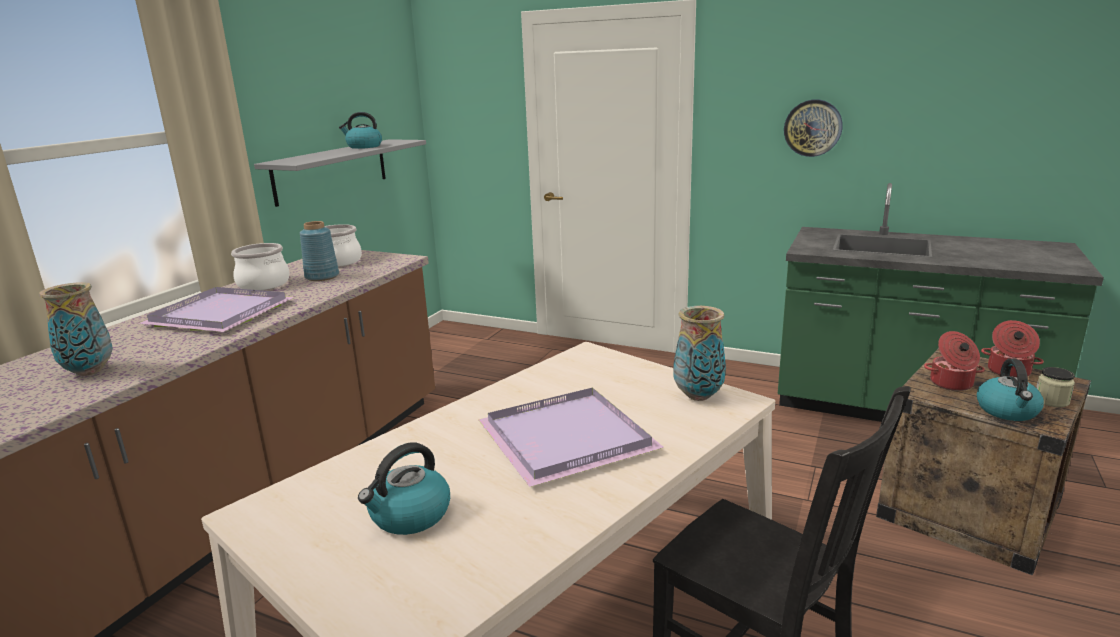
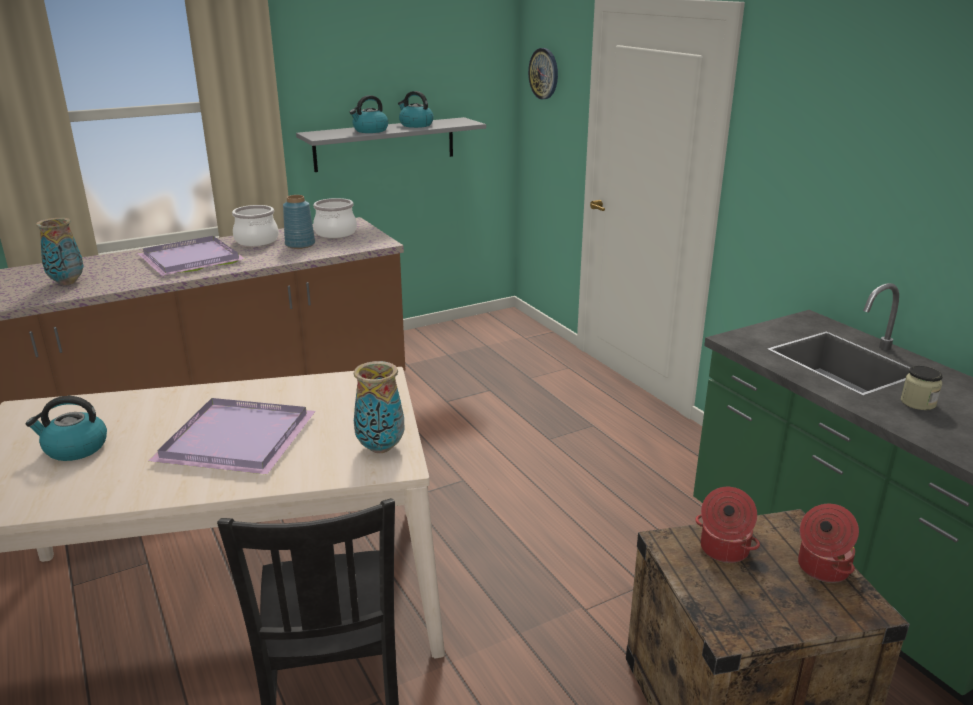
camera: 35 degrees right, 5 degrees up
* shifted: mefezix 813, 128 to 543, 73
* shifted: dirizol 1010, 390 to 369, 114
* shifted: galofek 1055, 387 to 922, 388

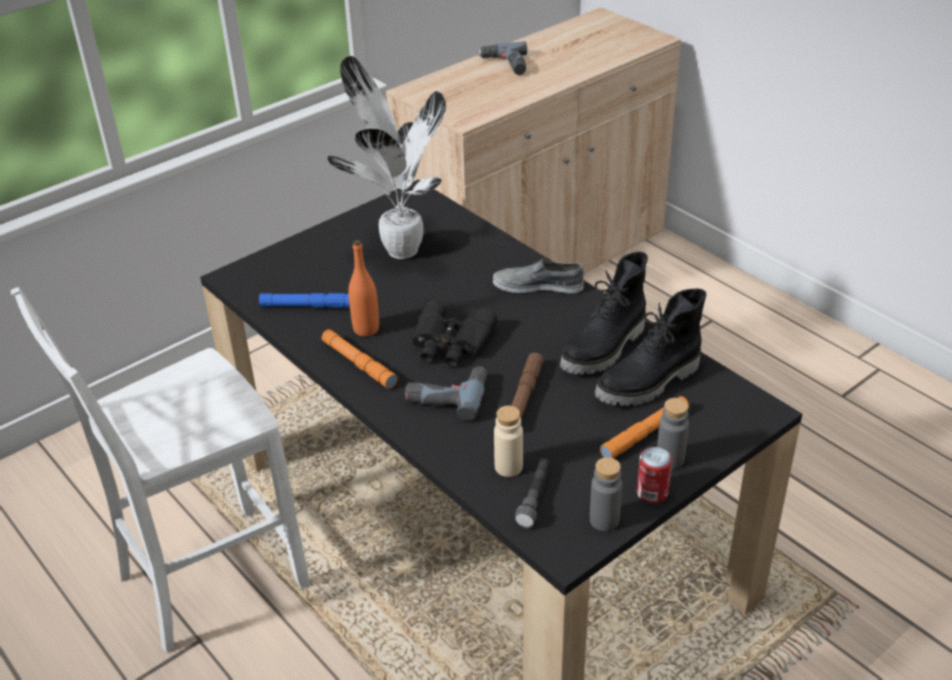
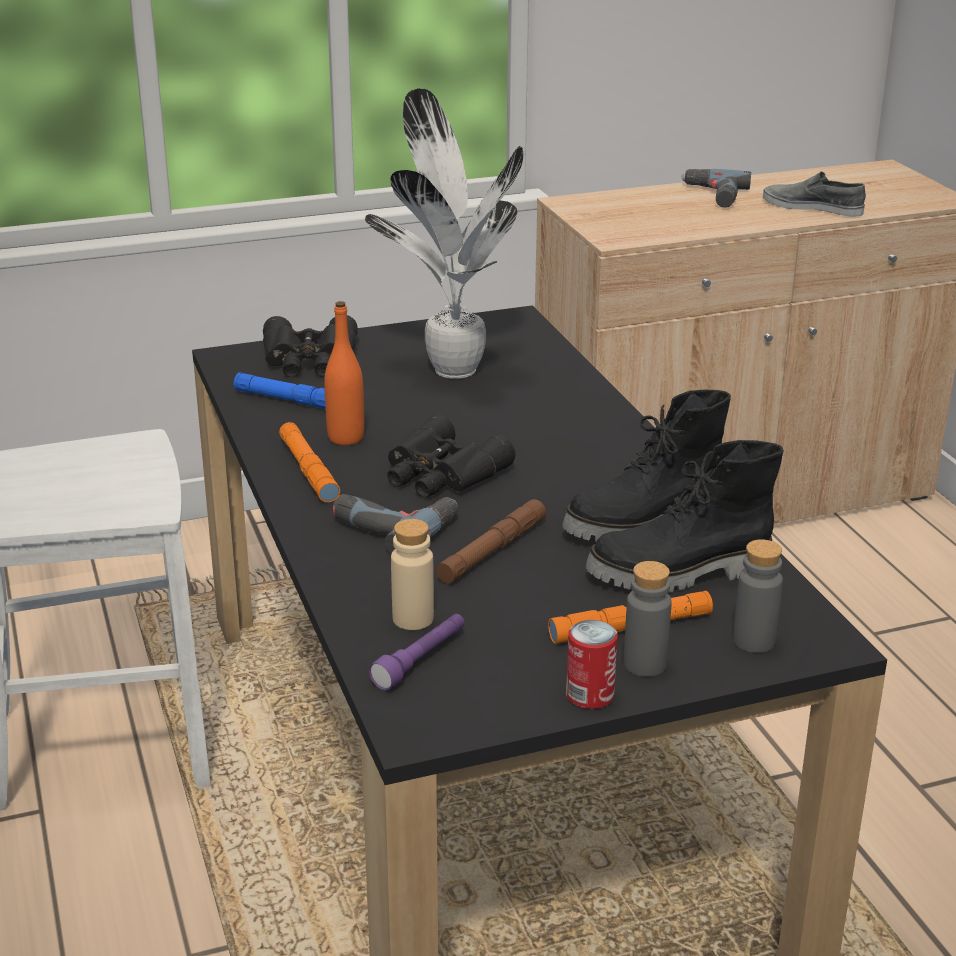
camera: 20 degrees right, 10 degrees down
* shifted: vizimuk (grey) 538, 275 to 814, 194
* shifted: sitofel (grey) 606, 494 to 758, 596
* repainted: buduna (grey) 531, 493 to buduna (purple) 417, 652
* new: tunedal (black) 310, 346

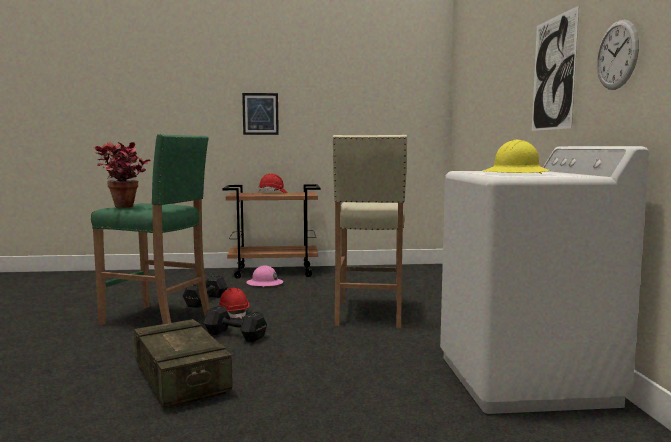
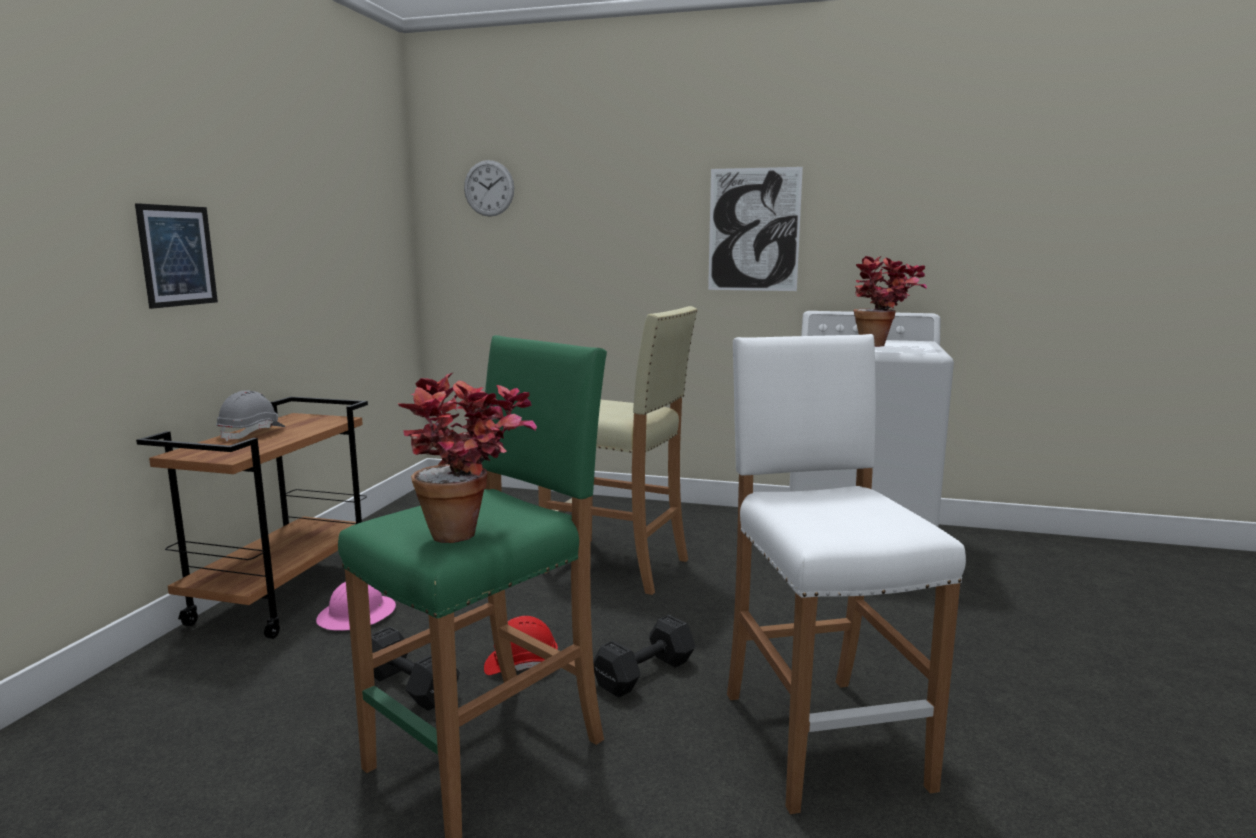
camera: 70 degrees left, 5 degrees up
* shifted: mefezix 618, 54 to 489, 188
* swapped: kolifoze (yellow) 516, 157 to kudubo 890, 301
* repainted: kolifoze (red) 273, 183 to kolifoze (grey) 250, 416
* swapped: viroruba 183, 363 to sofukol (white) 846, 574

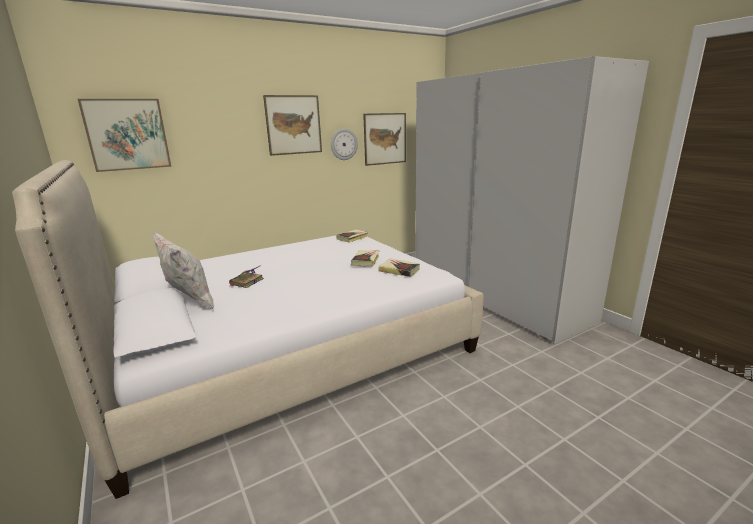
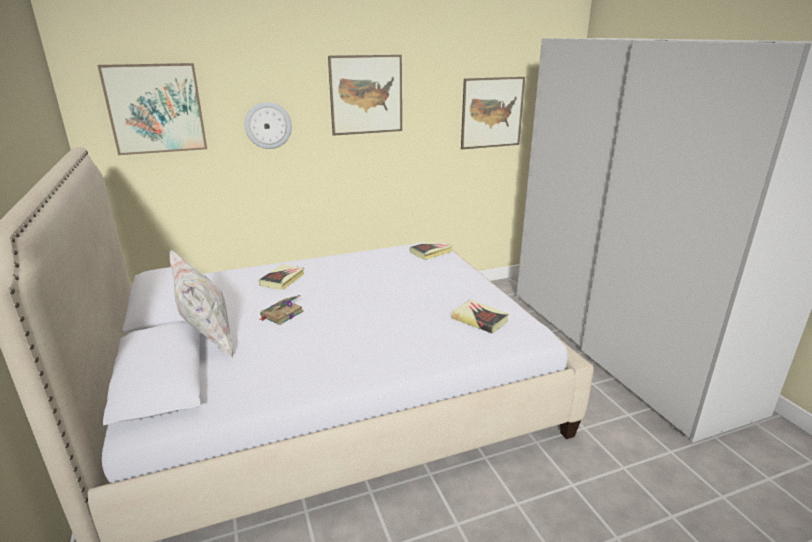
camera: 10 degrees right, 5 degrees up
* shifted: mefezix 344, 144 to 268, 125
* shifted: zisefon 365, 258 to 281, 277

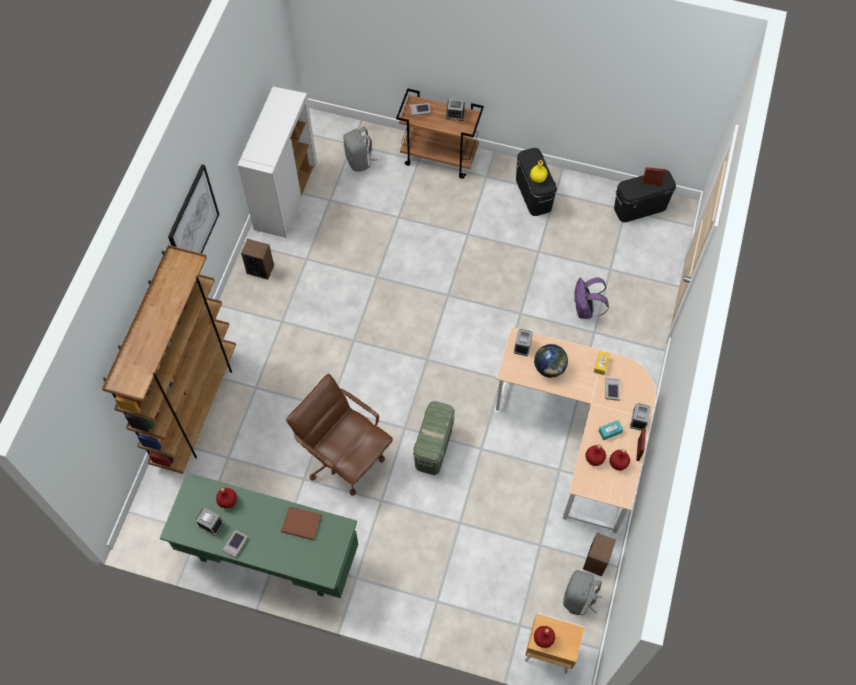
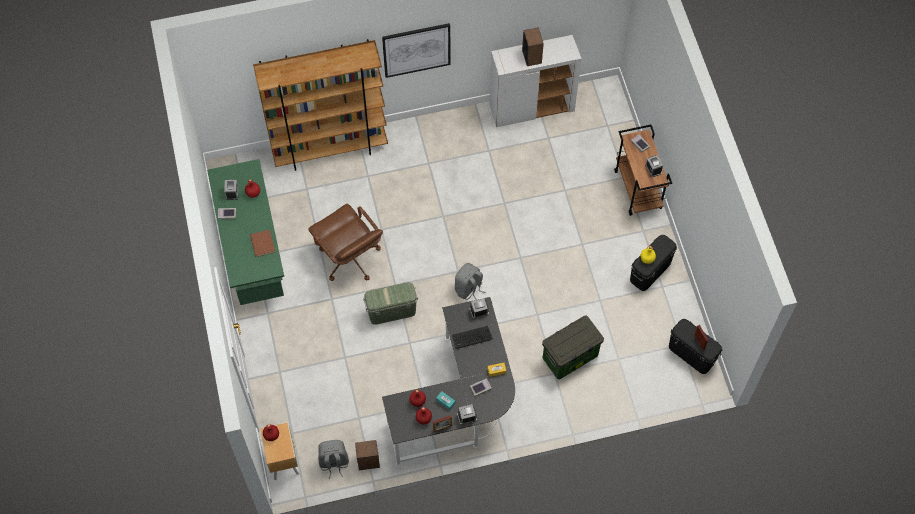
camera: 60 degrees right, 0 degrees up
* shifted: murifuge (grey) 360, 149 to 470, 281
* shifted: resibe 257, 259 to 533, 46
* swapped: murifuge (purple) 591, 298 to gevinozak 573, 347
* repainted: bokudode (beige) 575, 431 to bokudode (black) 448, 381
* swapped: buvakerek 551, 361 to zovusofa 472, 337
* rotated: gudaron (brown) 339, 435 = 345, 242 135 degrees clockwise

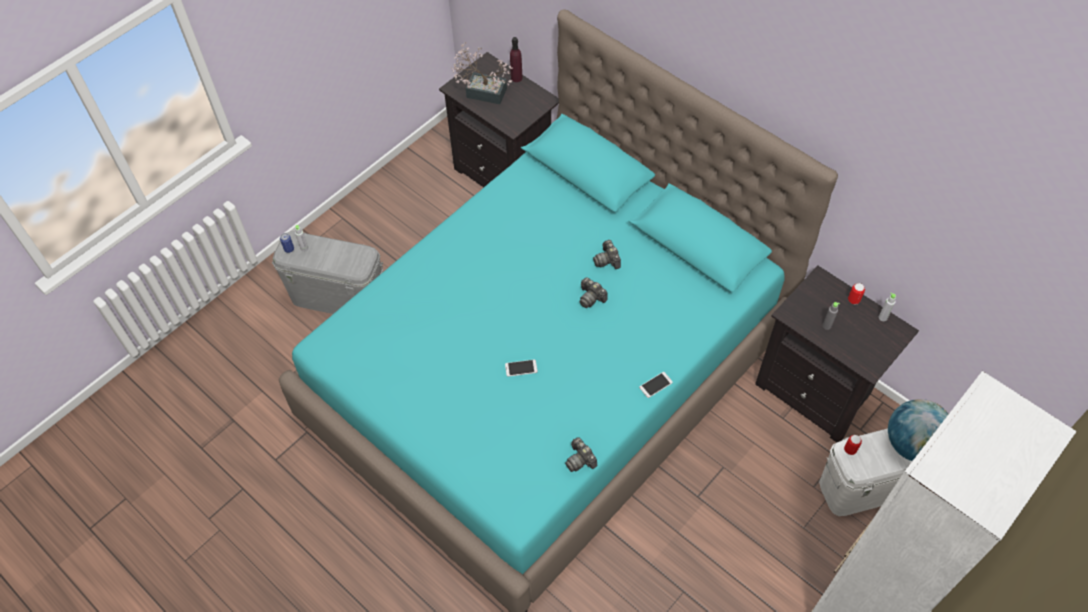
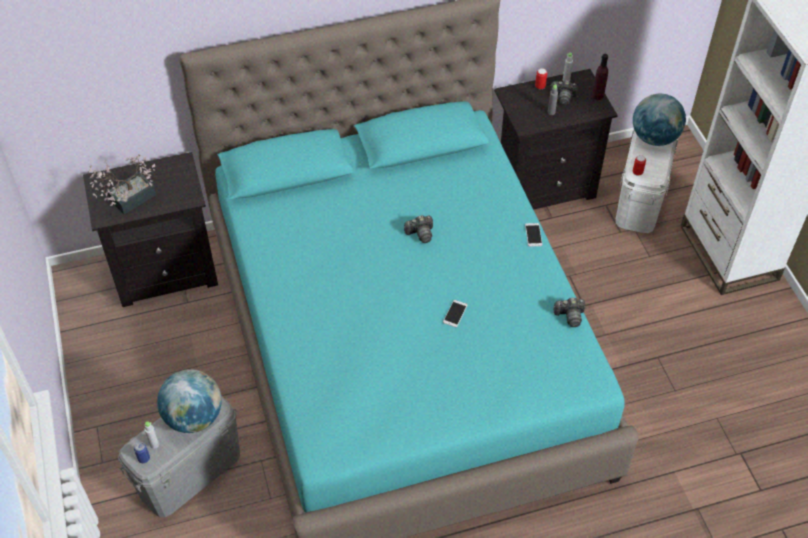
camera: 60 degrees left, 5 degrees down
* shifted: sitofel (purple) 516, 59 to 600, 77
* shifted: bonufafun 607, 254 to 563, 92
* new: buvakerek 189, 401

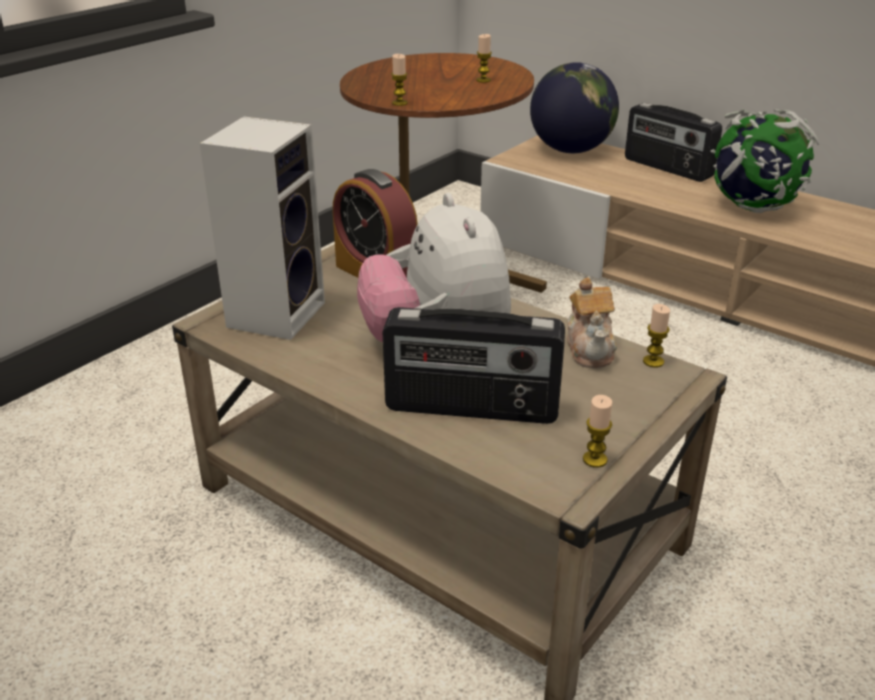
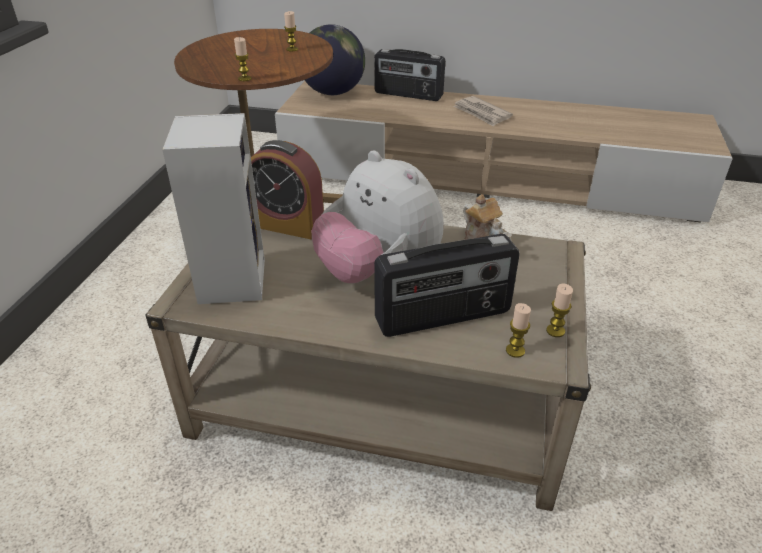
camera: 25 degrees left, 5 degrees up
* swapped: buvakerek 765, 161 to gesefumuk 483, 111
* shifted: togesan 656, 336 to 518, 330

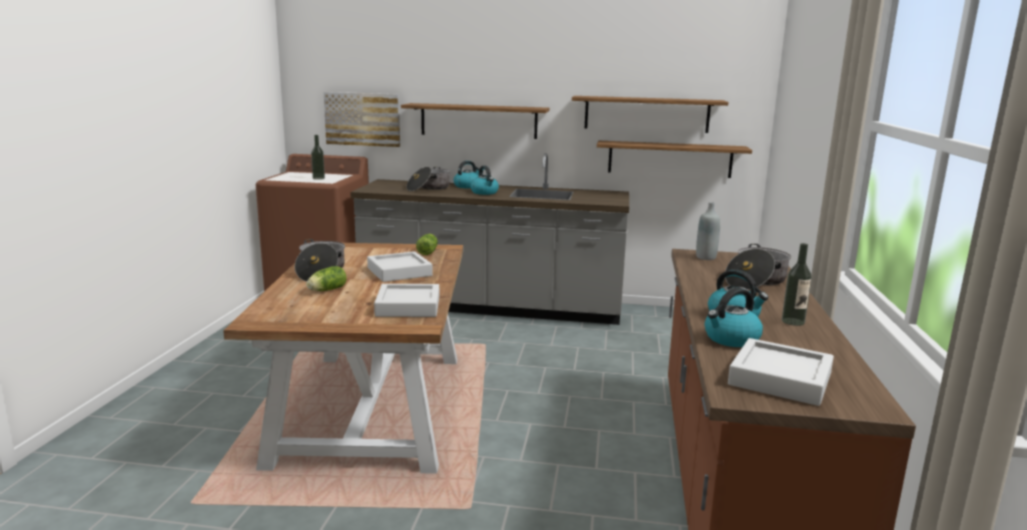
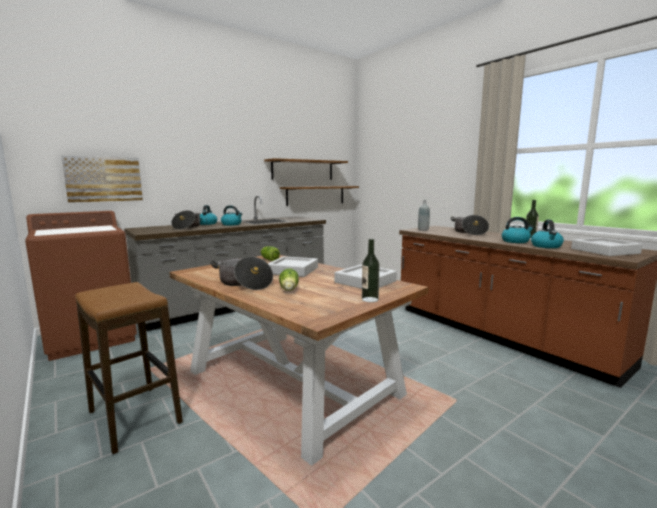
camera: 45 degrees left, 5 degrees down
* gone: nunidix 475, 121
* shifted: sitofel 318, 157 to 370, 270
* new: sofukol 129, 368

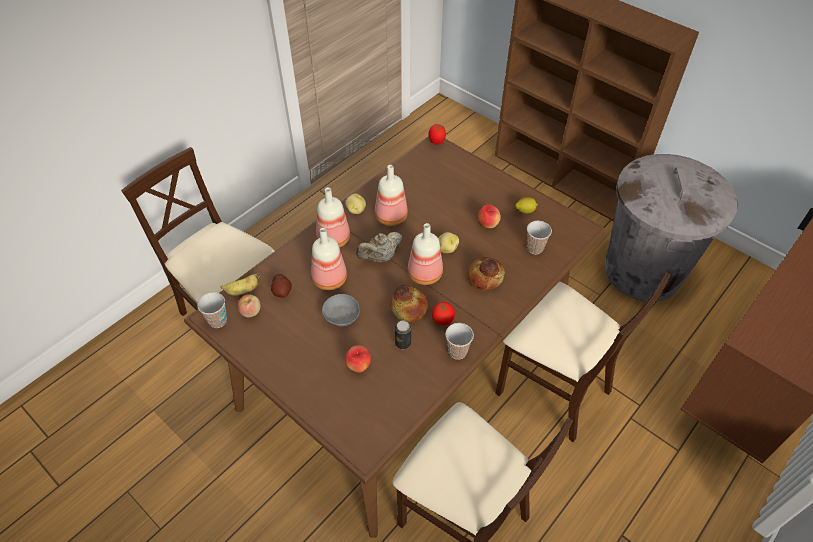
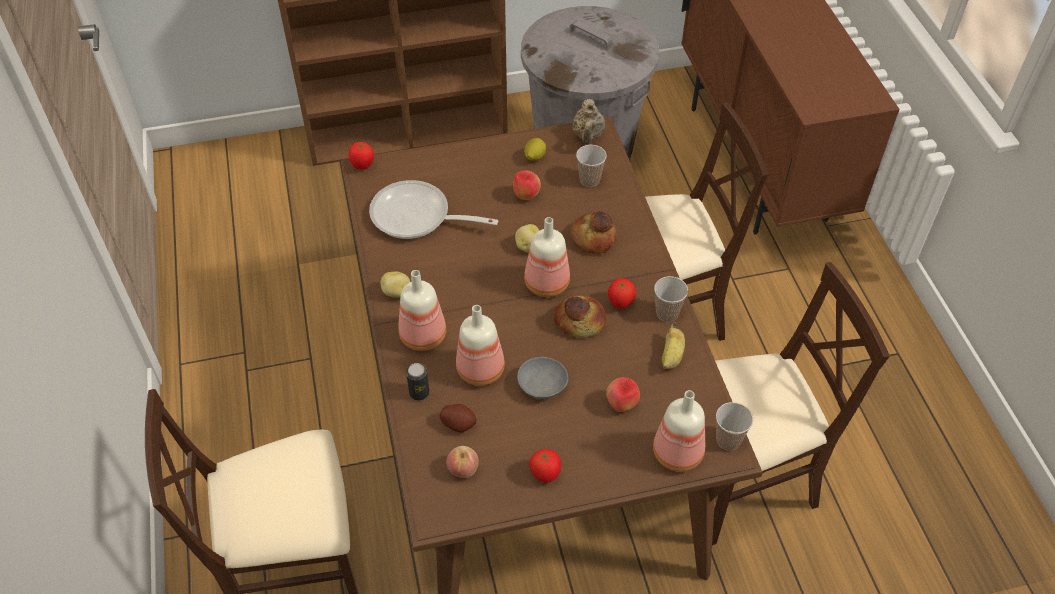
camera: 55 degrees left, 0 degrees up
* shifted: sitofel 391, 195 to 679, 431
* shifted: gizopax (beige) 379, 247 to 589, 121
* shifted: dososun 240, 284 to 673, 345
* shifted: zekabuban 212, 310 to 734, 426
* shifted: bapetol 403, 334 to 418, 382
* new: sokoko 433, 209
* new: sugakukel 545, 466

